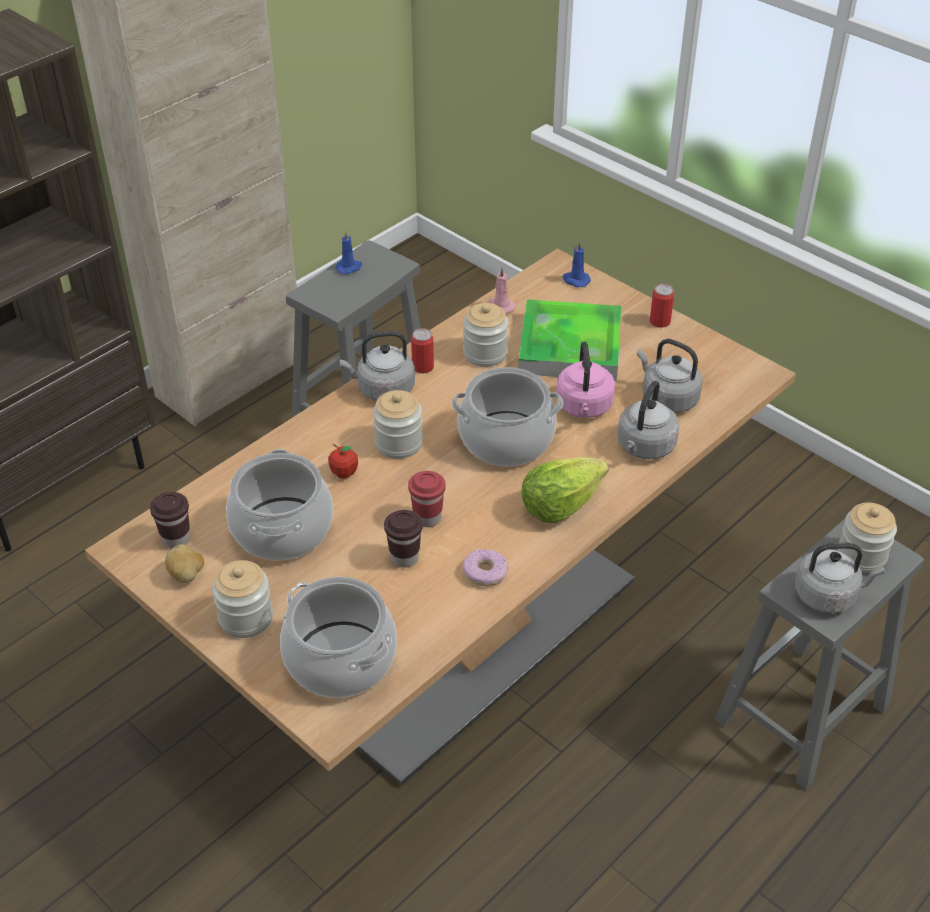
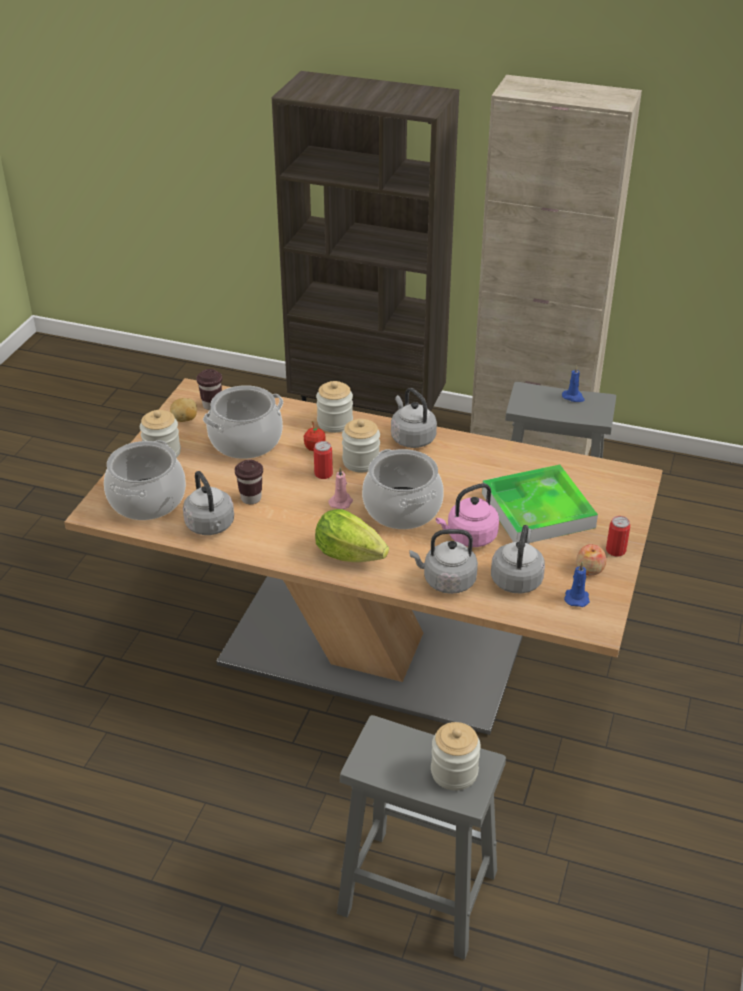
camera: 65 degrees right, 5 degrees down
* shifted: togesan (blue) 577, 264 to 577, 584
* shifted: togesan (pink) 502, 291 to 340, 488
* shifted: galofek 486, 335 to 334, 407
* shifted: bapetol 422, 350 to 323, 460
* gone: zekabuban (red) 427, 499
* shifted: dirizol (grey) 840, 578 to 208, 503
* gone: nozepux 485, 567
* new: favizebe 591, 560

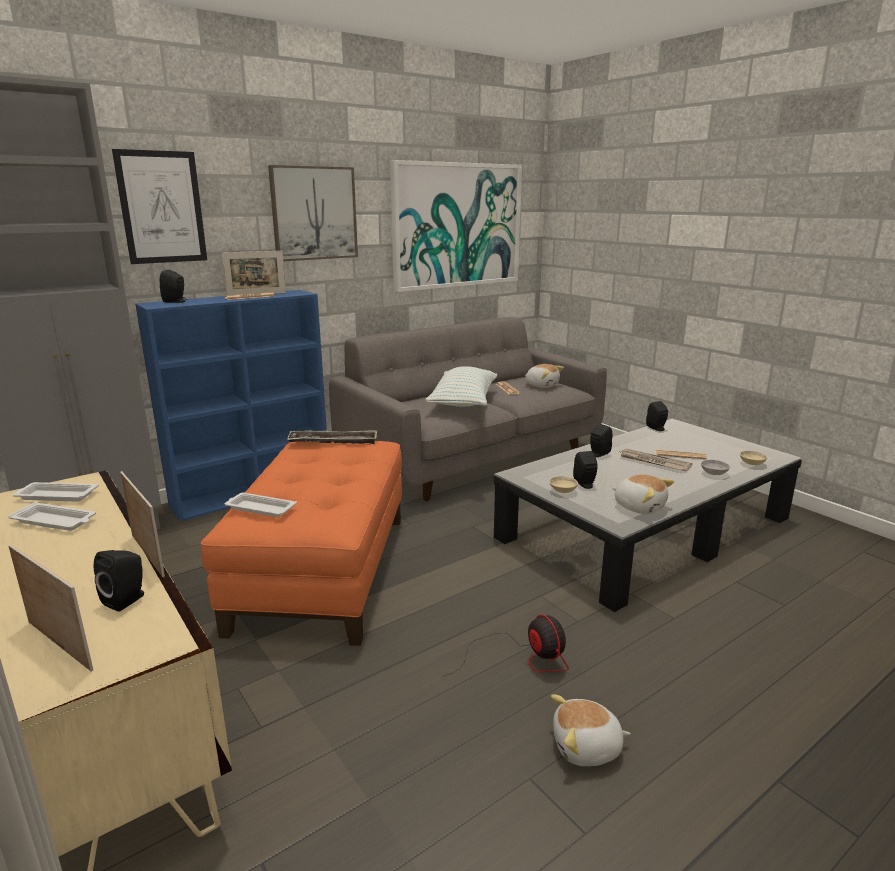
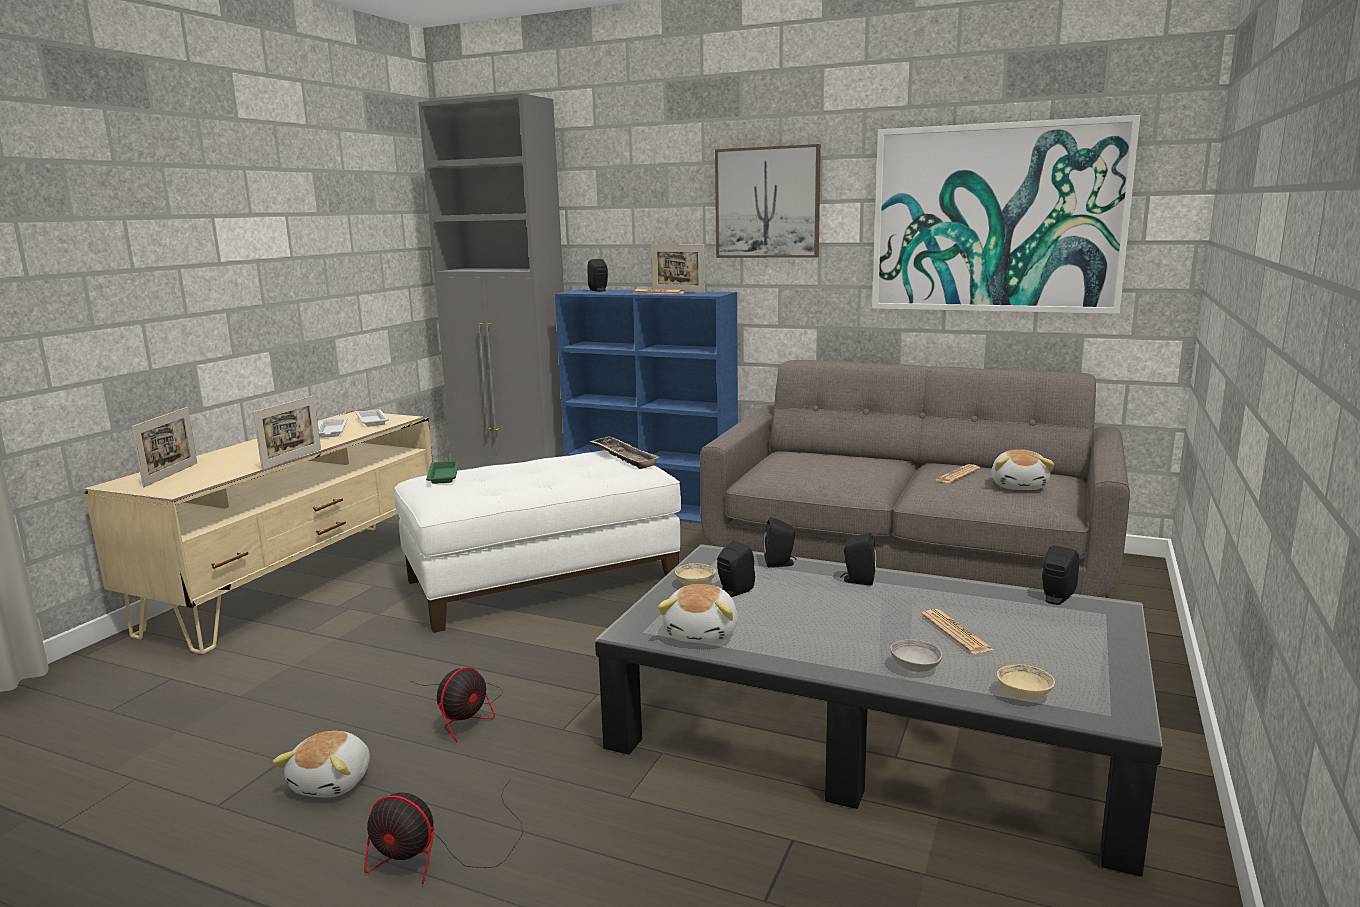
camera: 60 degrees right, 5 degrees down
* gone: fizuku 159, 206
* gone: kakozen 461, 386
* repainted: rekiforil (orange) 301, 543 to rekiforil (white) 538, 541
* gone: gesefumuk 656, 460
* repainted: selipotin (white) 261, 505 to selipotin (green) 442, 472
* shifted: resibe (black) 119, 581 to 779, 542
* rotated: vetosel 591, 730 = 321, 764 135 degrees counterclockwise
* new: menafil 443, 832

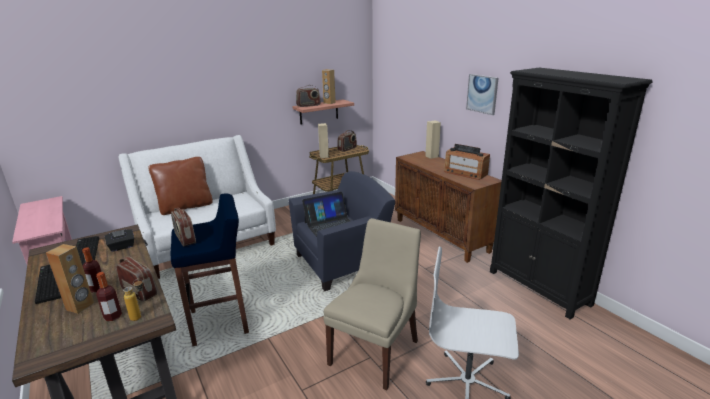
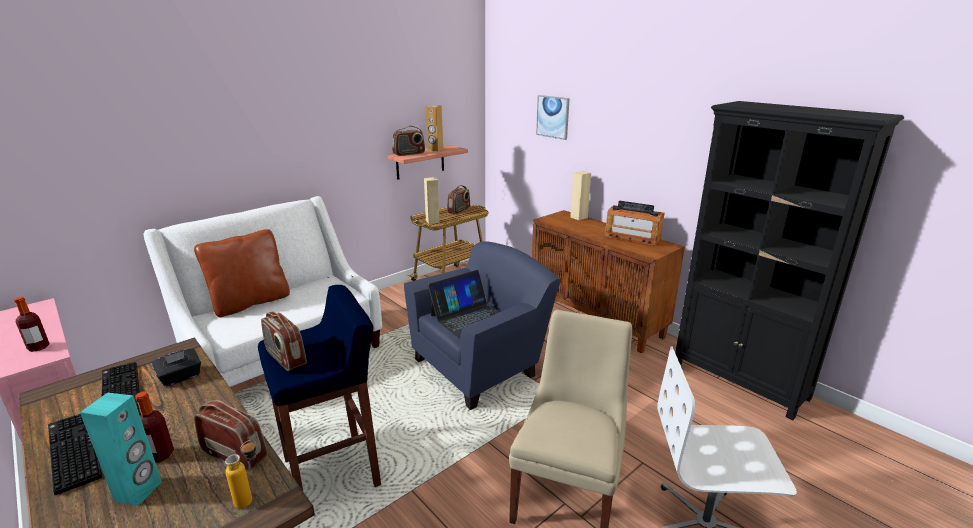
camera: 10 degrees left, 0 degrees up
* shifted: fizuku 482, 94 to 553, 117
* repainted: resibe (brown) 70, 279 to resibe (turquoise) 121, 449
* shifted: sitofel 109, 296 to 32, 324

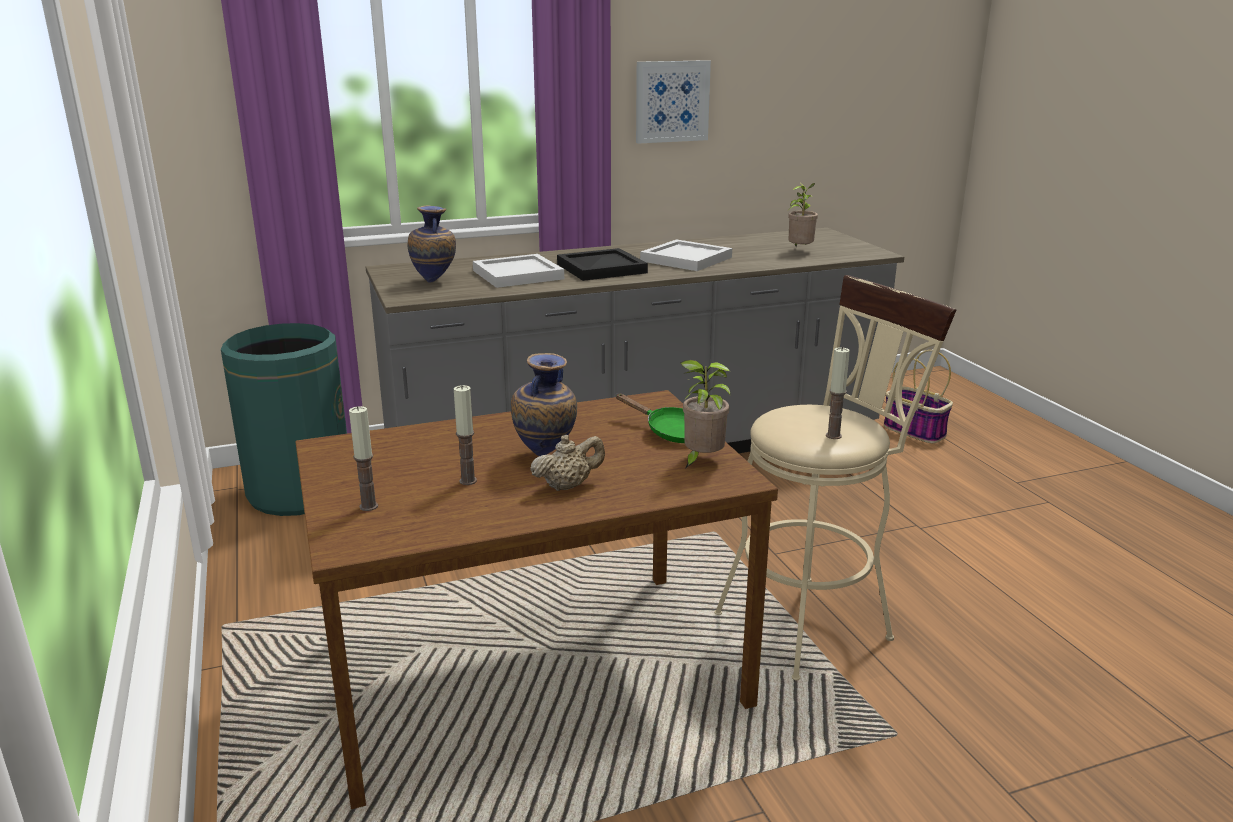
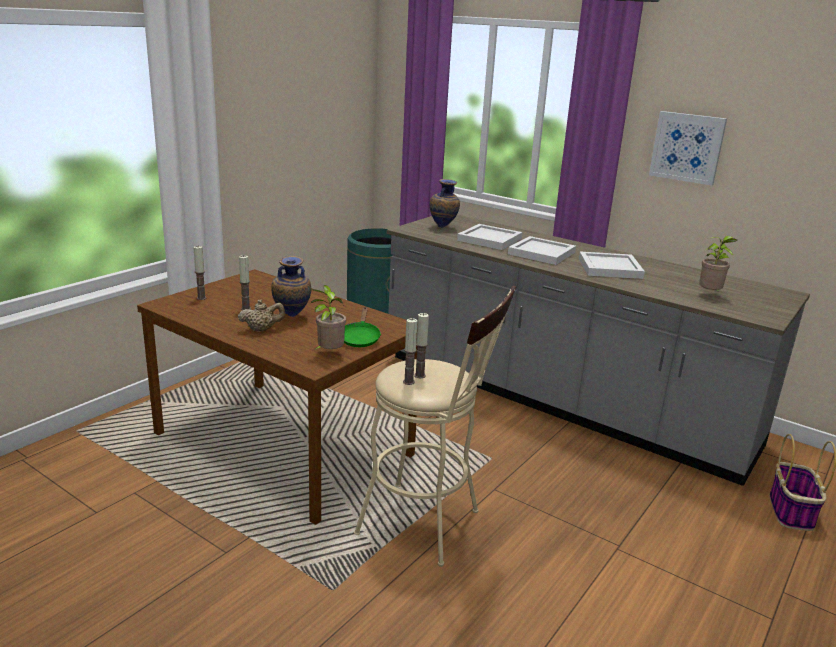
camera: 55 degrees right, 0 degrees up
* repainted: selipotin (black) 602, 264 to selipotin (white) 542, 250
* rotated: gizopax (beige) 567, 463 = 261, 315 45 degrees counterclockwise
* new: togesan 421, 345

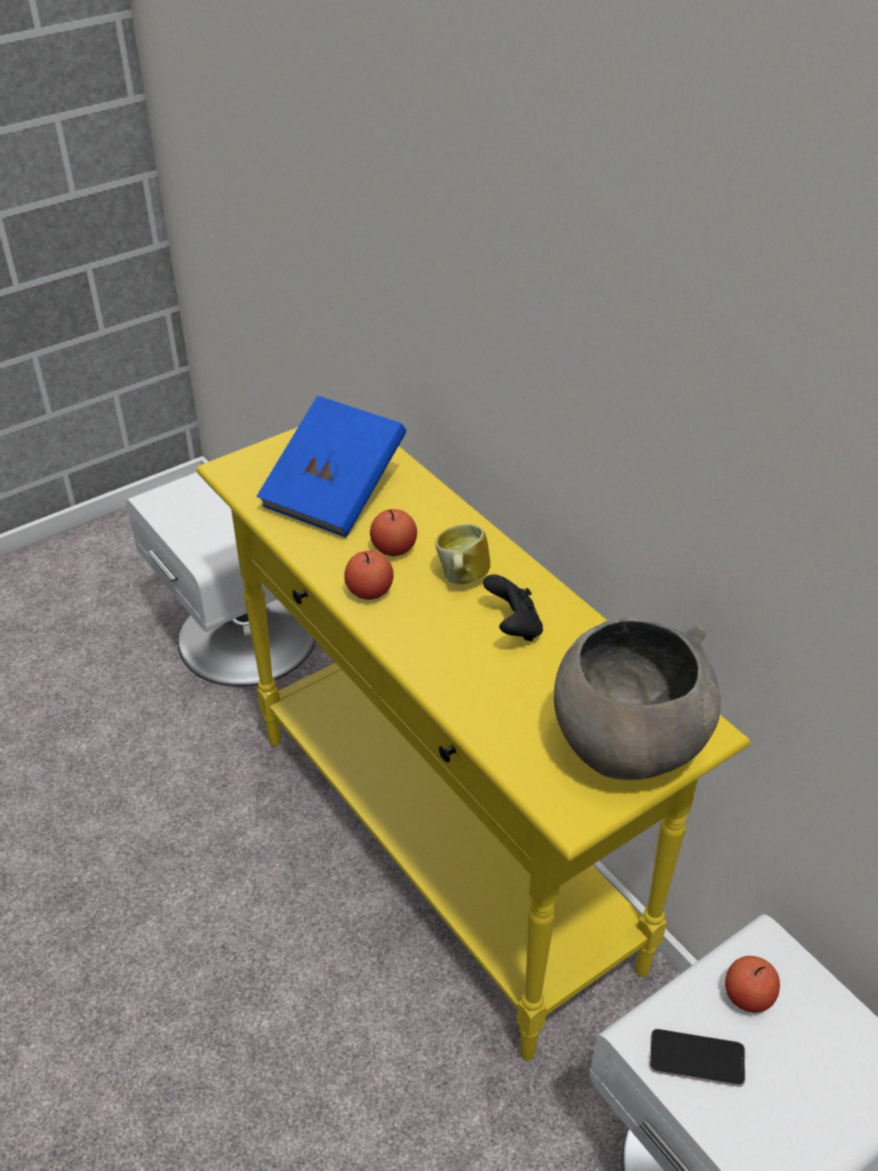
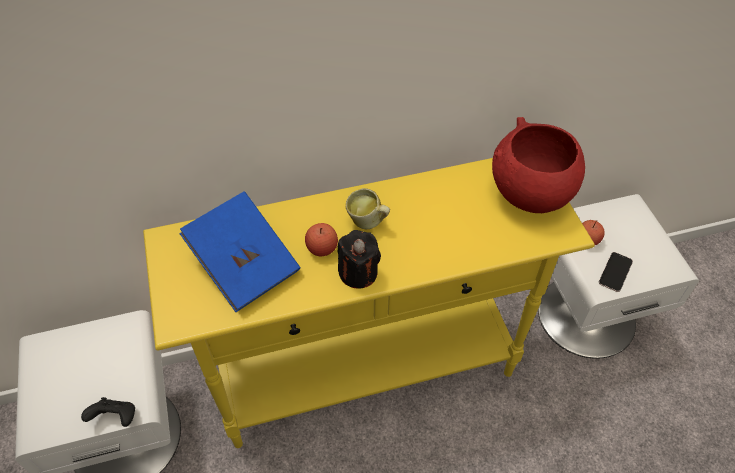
camera: 70 degrees left, 10 degrees up
* swapped: favizebe 369, 575 to togesan (black) 359, 259
* shifted: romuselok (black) 513, 607 to 108, 412
* repainted: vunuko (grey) 637, 699 to vunuko (red) 538, 165

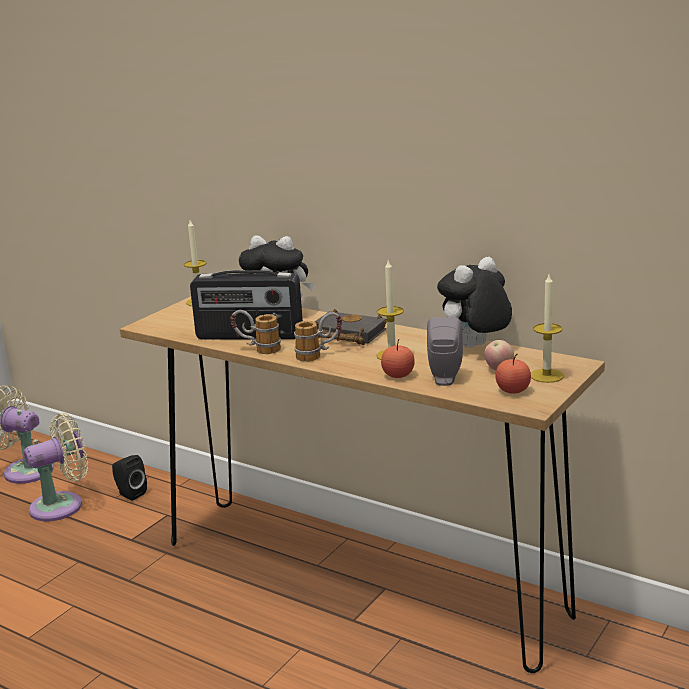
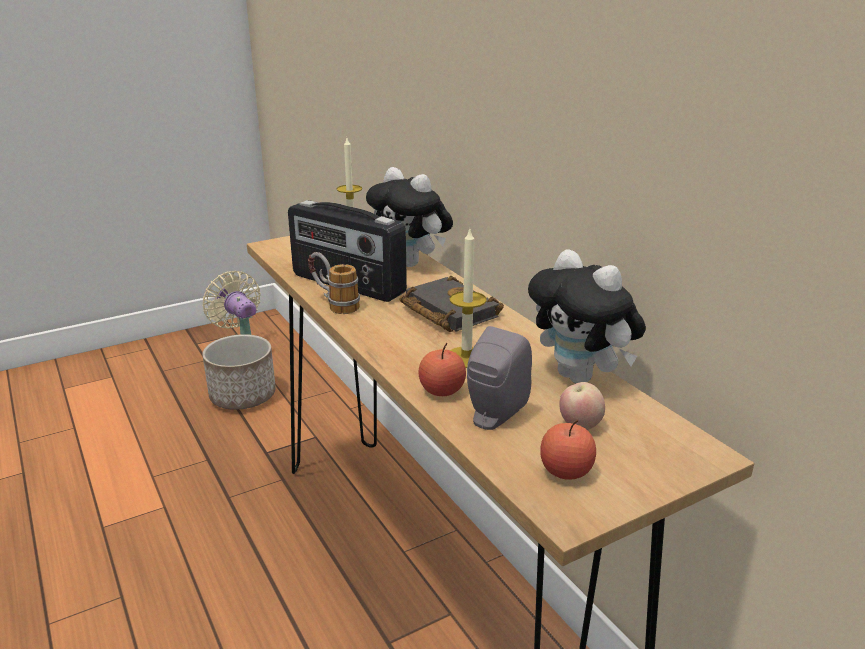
camera: 25 degrees right, 5 degrees up
* rotated: vetosel 474, 302 = 587, 316 120 degrees counterclockwise
* gone: togesan 547, 329
* gone: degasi 318, 337
* swapped: menafil (beige) 56, 467 to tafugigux 239, 372
* gone: resibe (black) 129, 478

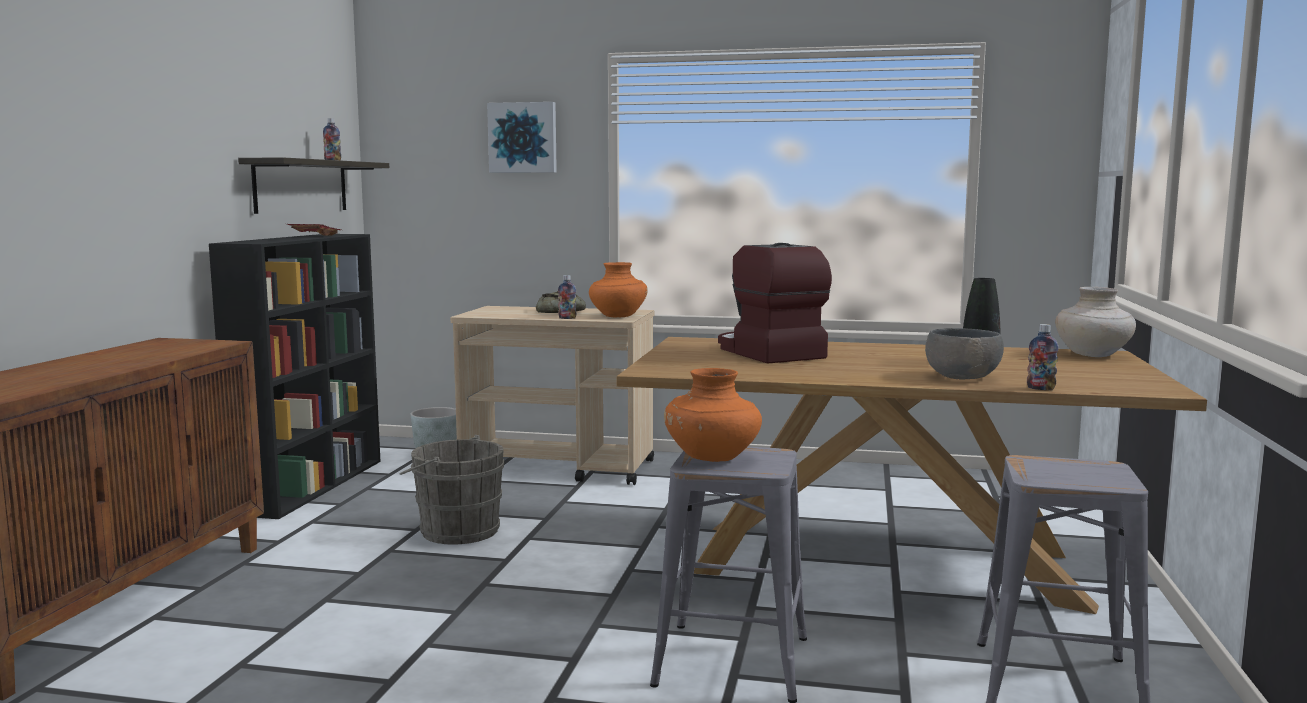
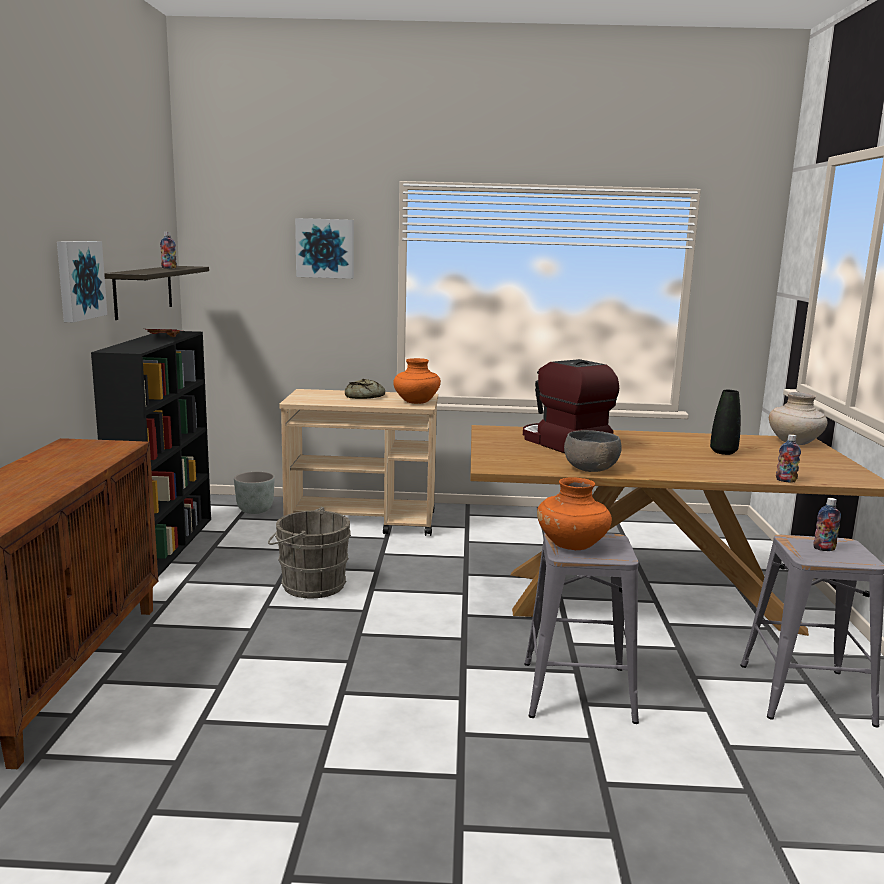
camera: 10 degrees left, 5 degrees up
* shifted: sitofel 567, 297 to 827, 524
* shifted: vunuko (grey) 964, 353 to 593, 451
* new: fizuku 82, 281

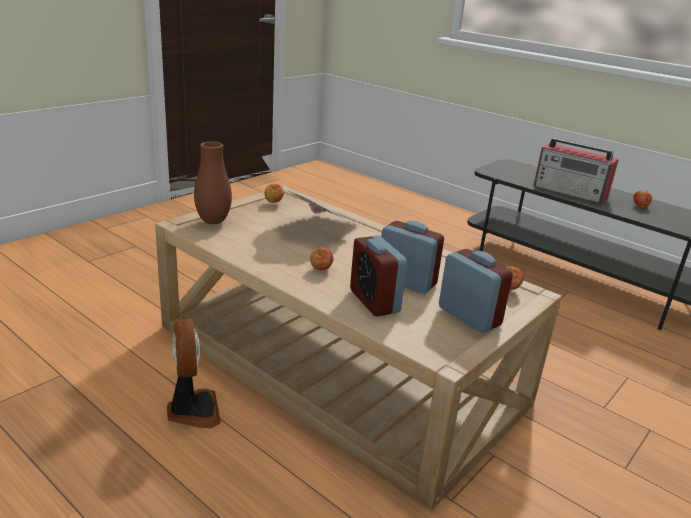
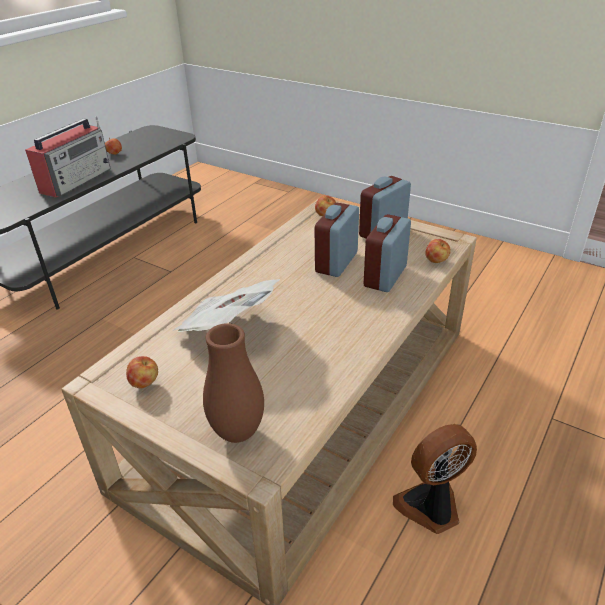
camera: 95 degrees left, 10 degrees up
* rotated: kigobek 378, 276 = 387, 253 150 degrees clockwise
* shifted: favizebe 321, 258 to 438, 251

